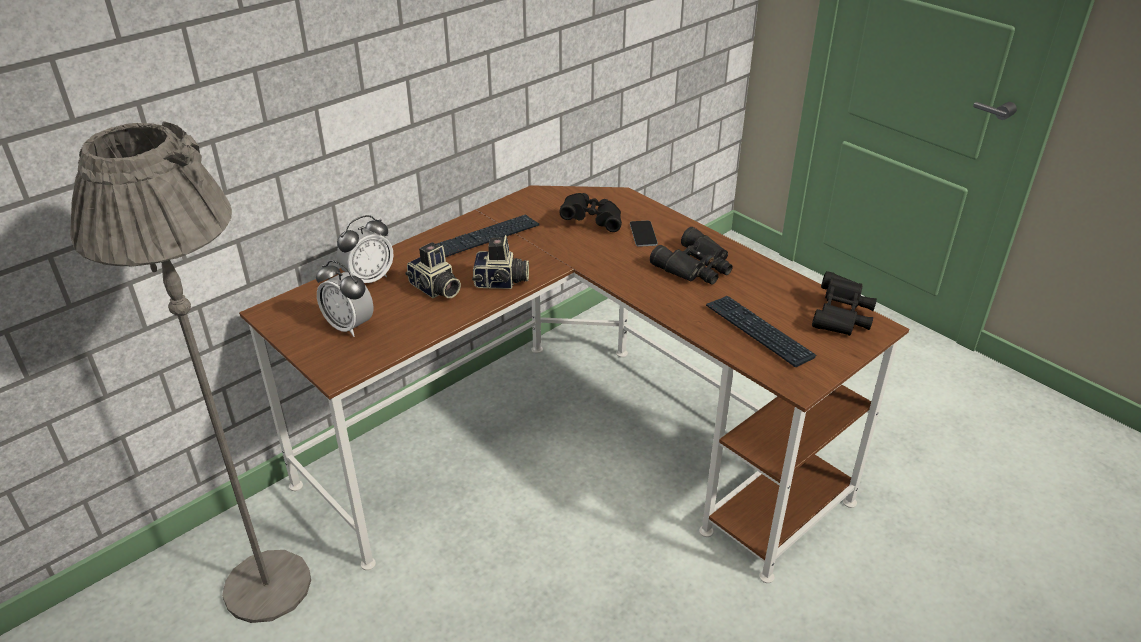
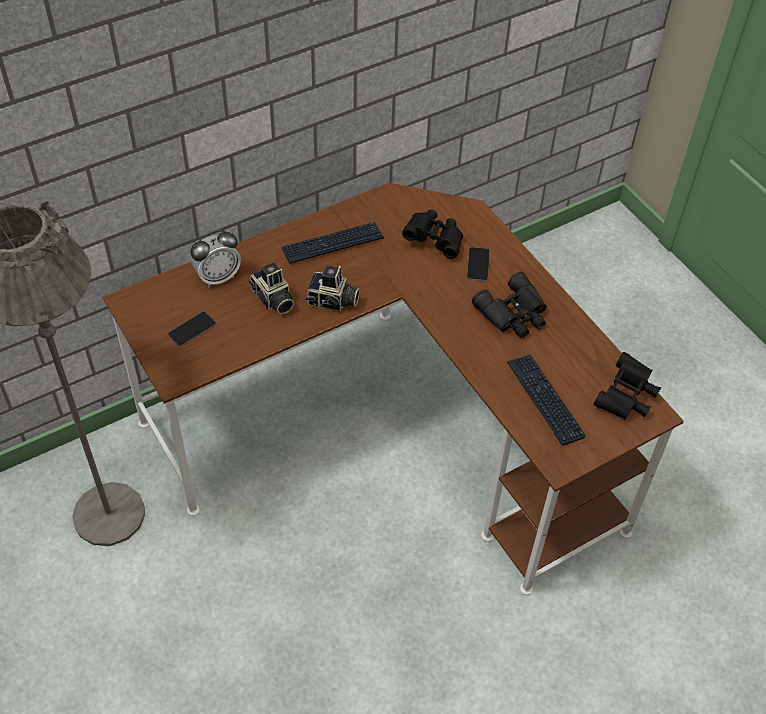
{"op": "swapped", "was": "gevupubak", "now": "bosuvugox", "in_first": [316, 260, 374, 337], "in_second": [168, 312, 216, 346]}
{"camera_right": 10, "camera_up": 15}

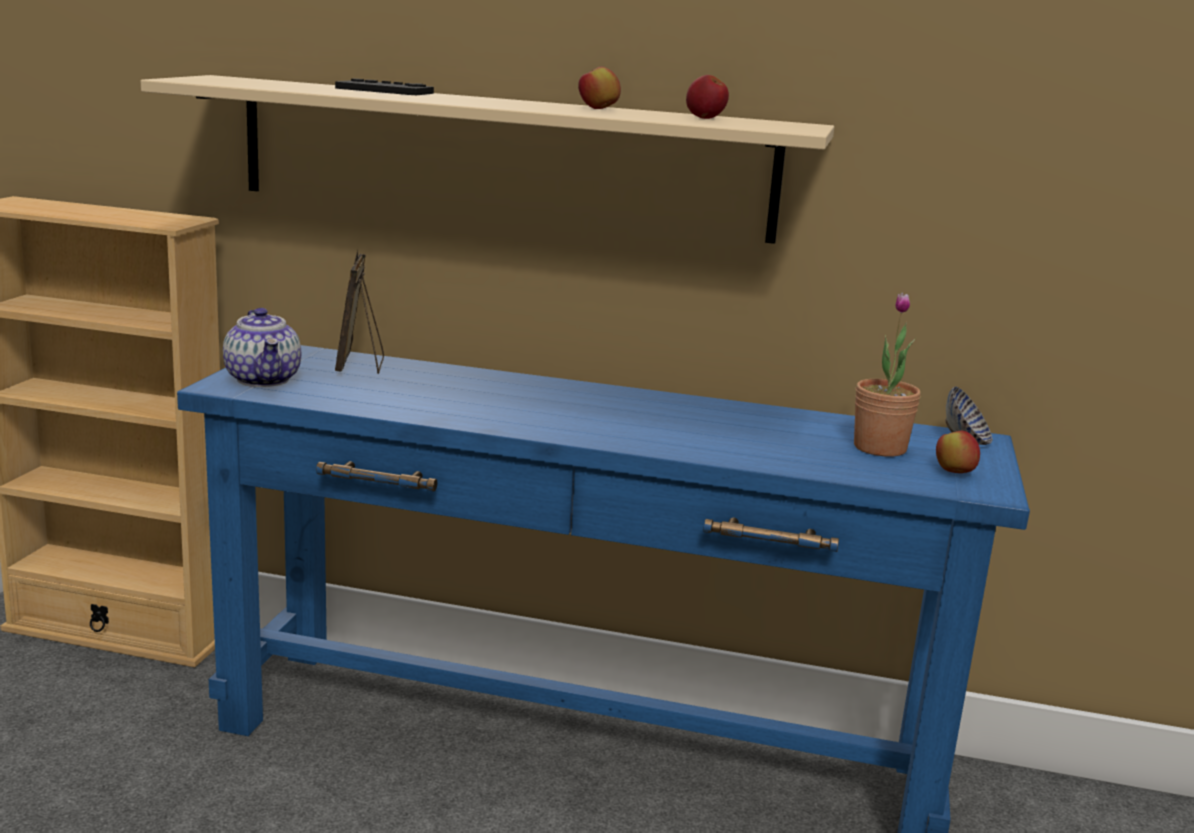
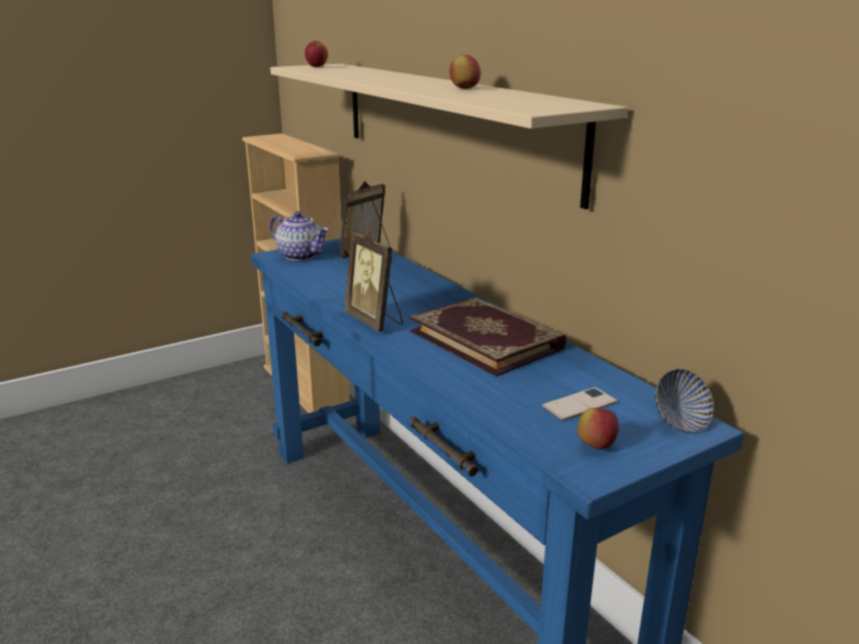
{"op": "rotated", "was": "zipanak", "in_first": [223, 308, 301, 387], "in_second": [270, 211, 329, 261], "clockwise": -75}
{"op": "shifted", "was": "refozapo", "in_first": [686, 75, 729, 119], "in_second": [305, 41, 328, 67]}
{"op": "new", "now": "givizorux", "in_second": [344, 229, 403, 332]}
{"op": "new", "now": "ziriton", "in_second": [409, 297, 566, 377]}
{"op": "swapped", "was": "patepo", "now": "bosuvugox", "in_first": [854, 293, 921, 457], "in_second": [542, 387, 618, 421]}
{"op": "gone", "was": "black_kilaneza", "in_first": [335, 79, 434, 95]}
{"camera_right": 45, "camera_up": 5}

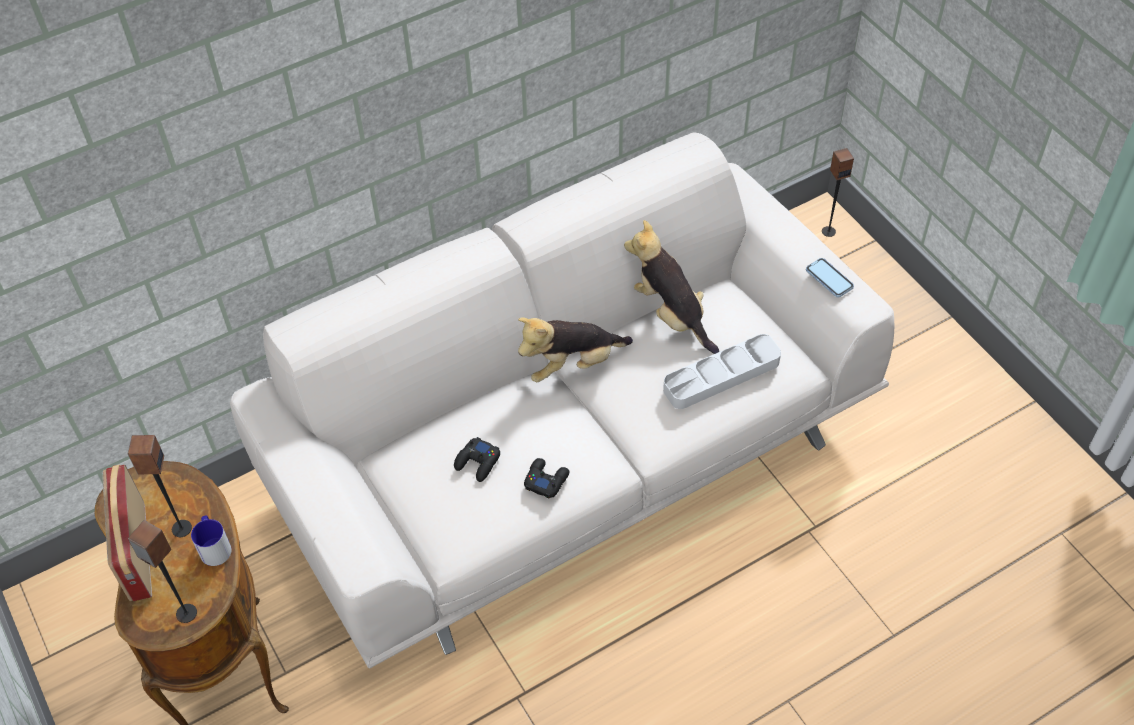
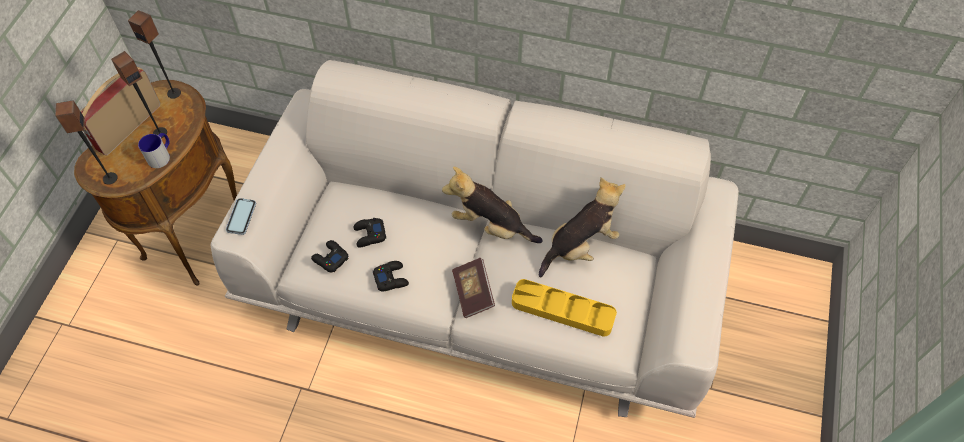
{"op": "shifted", "was": "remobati", "in_first": [822, 148, 854, 237], "in_second": [128, 10, 181, 99]}
{"op": "shifted", "was": "bosuvugox", "in_first": [806, 258, 854, 298], "in_second": [226, 198, 256, 235]}
{"op": "new", "now": "black_kilaneza", "in_second": [311, 240, 348, 272]}
{"op": "new", "now": "ziriton", "in_second": [452, 258, 495, 318]}
{"op": "repainted", "was": "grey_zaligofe", "now": "yellow_zaligofe", "in_first": [663, 334, 781, 409], "in_second": [512, 279, 617, 337]}
{"op": "rotated", "was": "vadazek", "in_first": [624, 220, 719, 354], "in_second": [539, 177, 626, 277], "clockwise": 45}
{"camera_right": 45, "camera_up": 5}

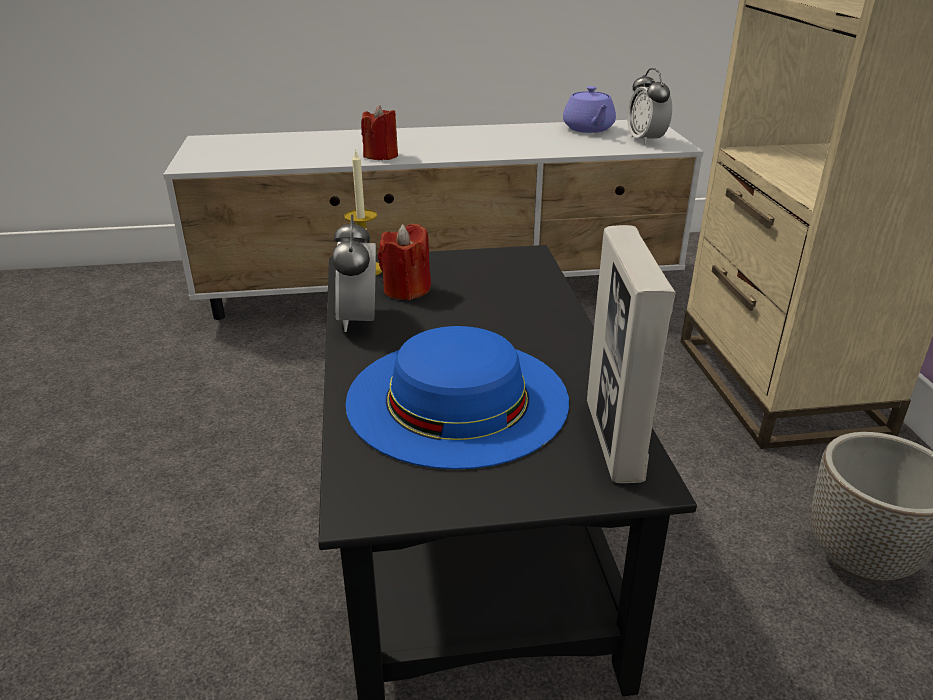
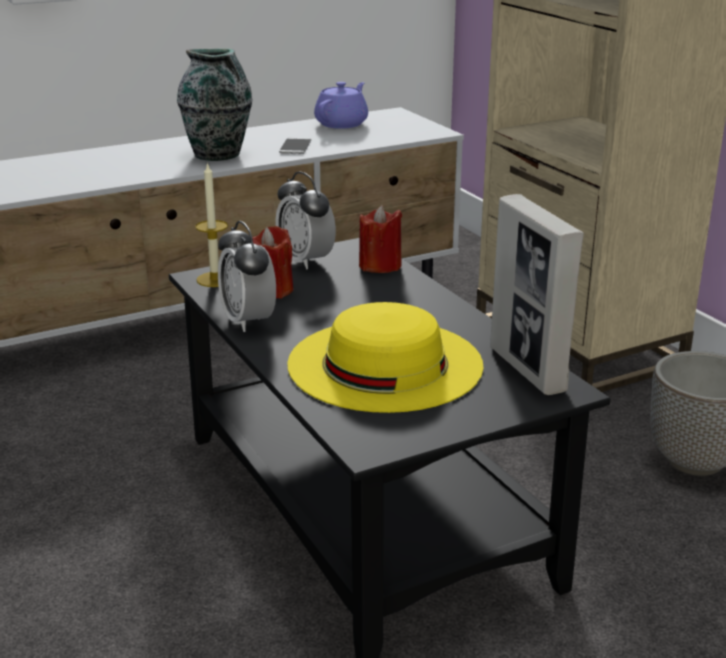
{"op": "new", "now": "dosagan", "in_second": [177, 49, 252, 161]}
{"op": "shifted", "was": "gevupubak", "in_first": [627, 68, 672, 145], "in_second": [275, 172, 336, 270]}
{"op": "new", "now": "bosuvugox", "in_second": [279, 138, 311, 154]}
{"op": "repainted", "was": "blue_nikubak", "now": "yellow_nikubak", "in_first": [346, 326, 569, 469], "in_second": [287, 302, 483, 413]}
{"op": "rotated", "was": "purple_zipanak", "in_first": [563, 86, 616, 133], "in_second": [314, 82, 368, 129], "clockwise": -120}
{"op": "shifted", "was": "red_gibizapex", "in_first": [361, 105, 398, 160], "in_second": [359, 205, 402, 273]}
{"camera_right": -20, "camera_up": -5}

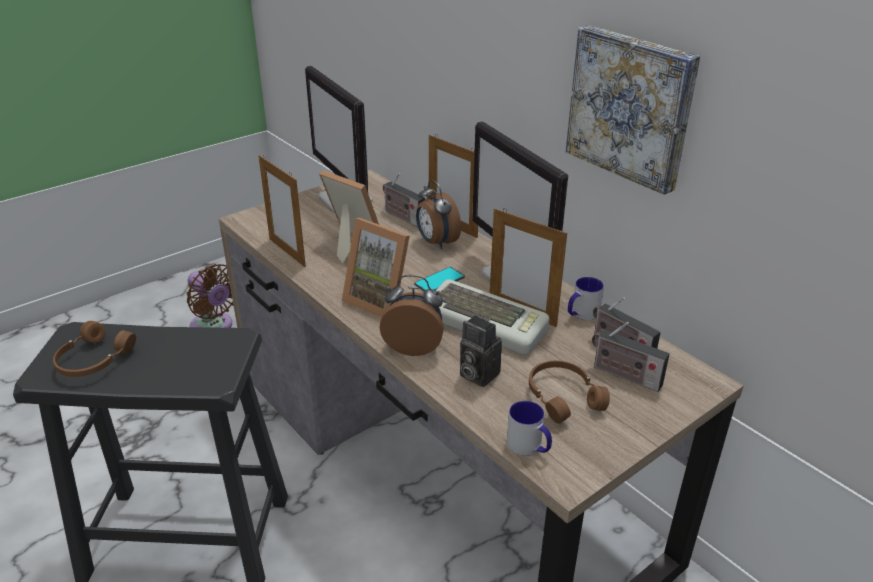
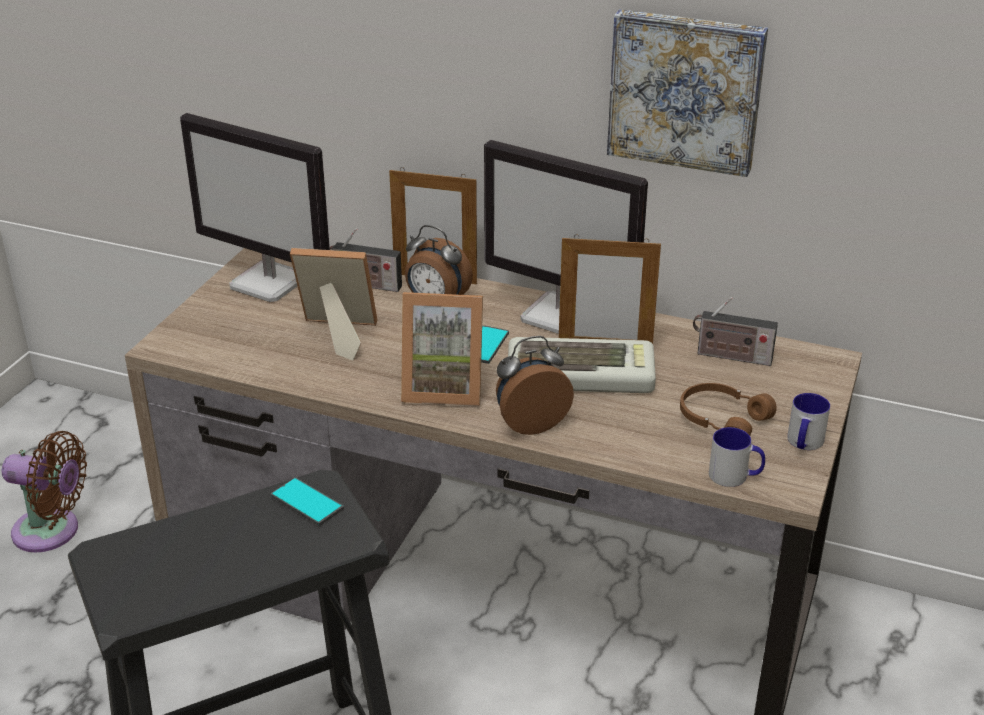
{"op": "new", "now": "bosuvugox", "in_second": [271, 478, 344, 526]}
{"op": "shifted", "was": "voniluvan", "in_first": [568, 277, 604, 320], "in_second": [787, 393, 830, 450]}
{"op": "gone", "was": "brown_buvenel", "in_first": [53, 321, 136, 377]}
{"op": "gone", "was": "givizorux", "in_first": [258, 155, 306, 267]}
{"op": "gone", "was": "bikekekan", "in_first": [460, 315, 502, 387]}
{"op": "gone", "was": "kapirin", "in_first": [592, 322, 669, 392]}
{"camera_right": -30, "camera_up": 0}

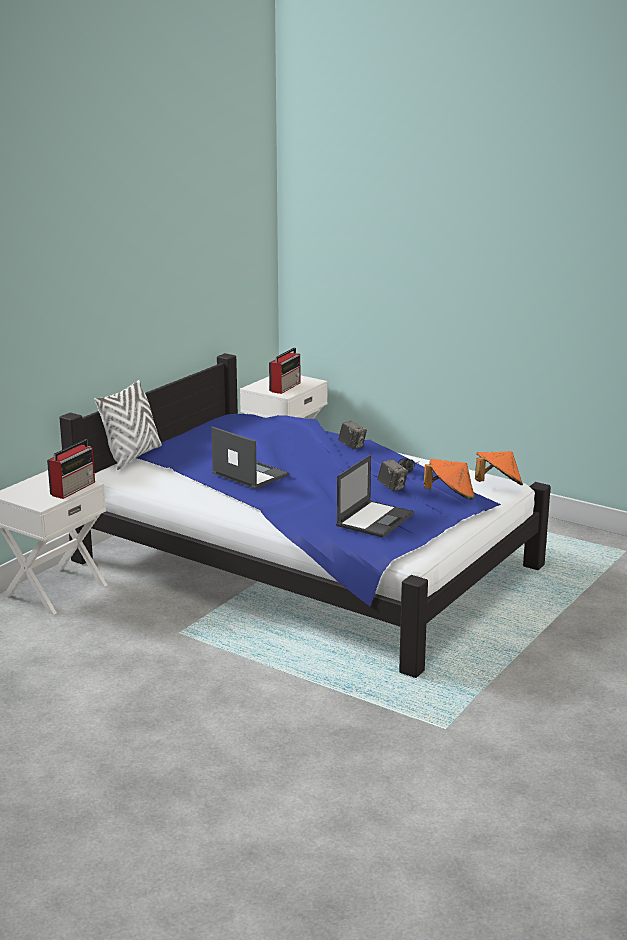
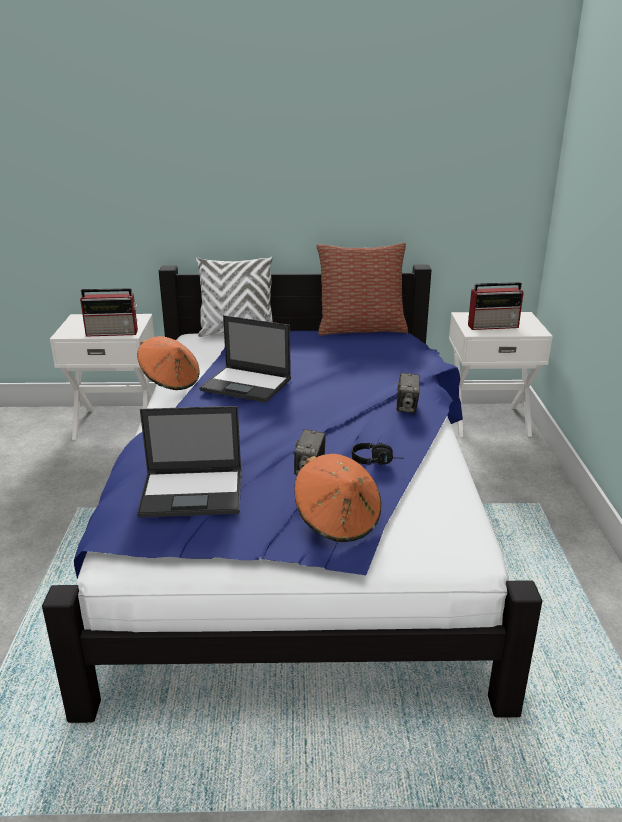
{"op": "shifted", "was": "orange_nikubak", "in_first": [475, 451, 523, 485], "in_second": [137, 336, 200, 390]}
{"op": "rotated", "was": "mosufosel", "in_first": [211, 426, 289, 489], "in_second": [199, 315, 291, 403], "clockwise": 105}
{"op": "new", "now": "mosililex", "in_second": [316, 243, 408, 336]}
{"camera_right": 55, "camera_up": 5}

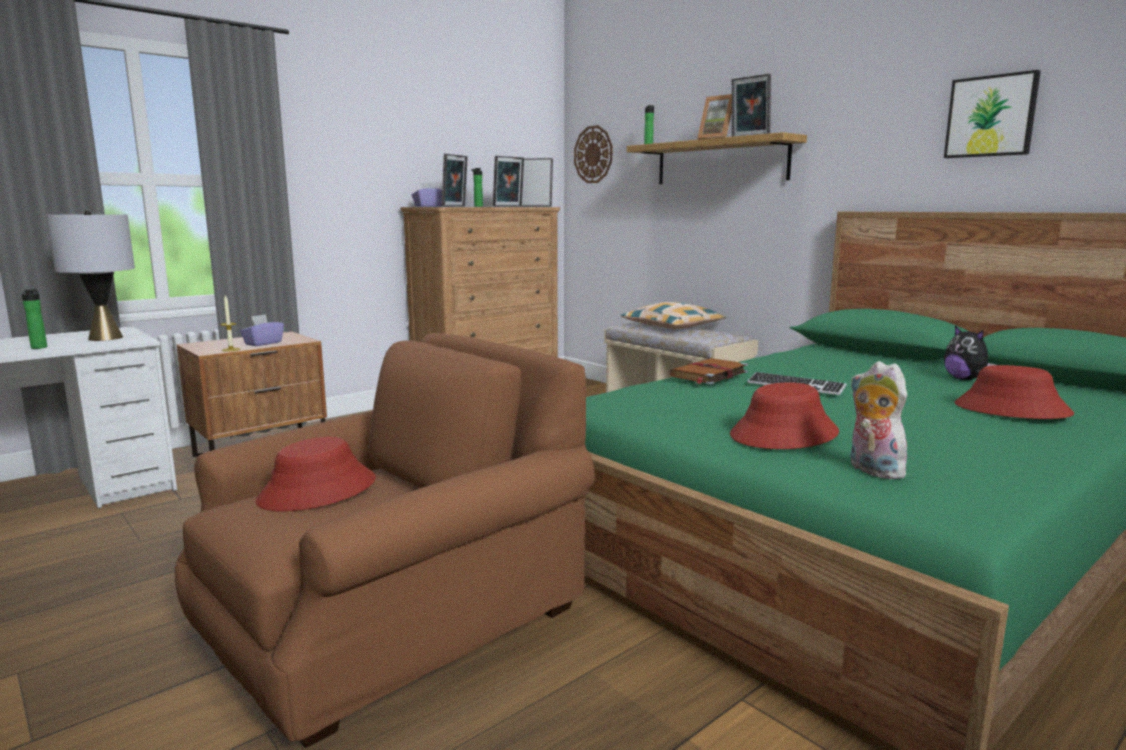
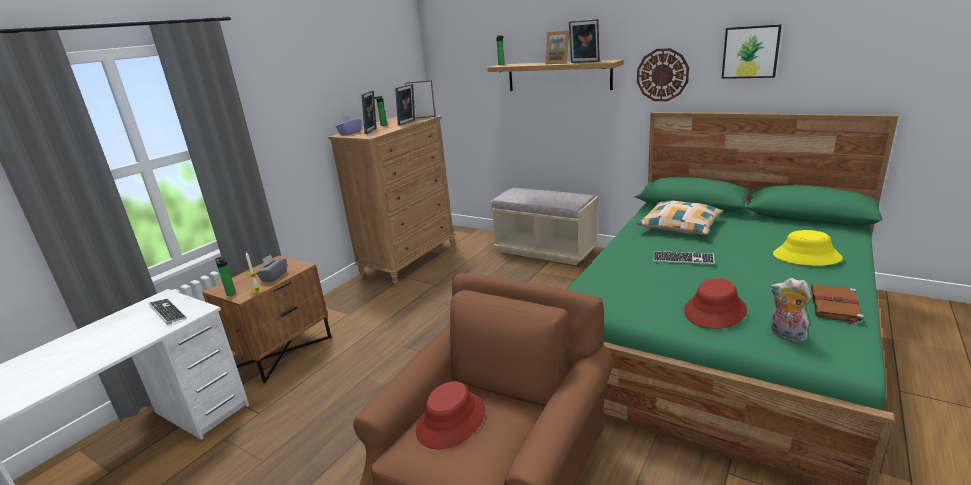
{"op": "swapped", "was": "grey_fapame", "now": "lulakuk", "in_first": [46, 210, 135, 341], "in_second": [148, 299, 187, 324]}
{"op": "shifted", "was": "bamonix", "in_first": [22, 289, 47, 349], "in_second": [215, 257, 236, 296]}
{"op": "repainted", "was": "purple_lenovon", "now": "grey_lenovon", "in_first": [240, 314, 284, 346], "in_second": [256, 254, 287, 282]}
{"op": "shifted", "was": "mosililex", "in_first": [621, 302, 726, 329], "in_second": [636, 201, 723, 235]}
{"op": "shifted", "was": "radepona", "in_first": [574, 125, 613, 183], "in_second": [637, 48, 689, 101]}
{"op": "repainted", "was": "red_nikubak", "now": "yellow_nikubak", "in_first": [955, 365, 1074, 419], "in_second": [773, 230, 843, 266]}
{"op": "shifted", "was": "brown_ziriton", "in_first": [669, 358, 748, 384], "in_second": [811, 284, 864, 325]}
{"op": "gone", "was": "vadazek", "in_first": [944, 326, 997, 380]}
{"camera_right": -15, "camera_up": 10}

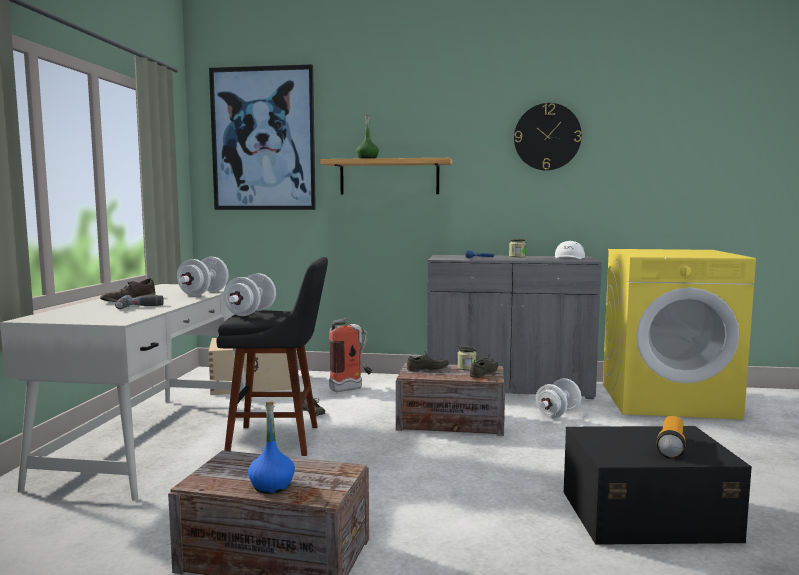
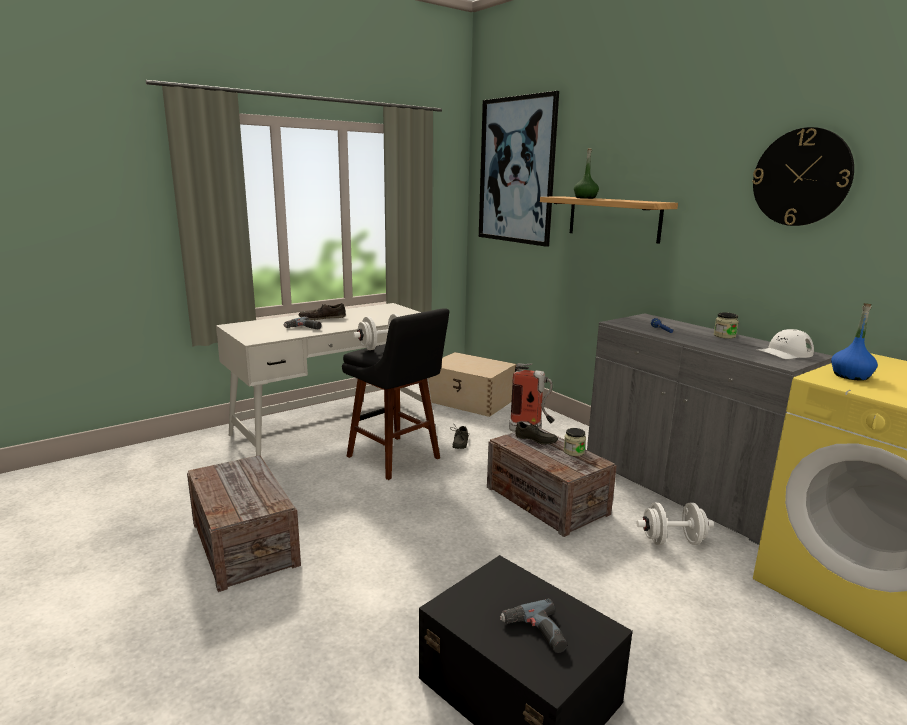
{"op": "swapped", "was": "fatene", "now": "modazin", "in_first": [657, 416, 686, 459], "in_second": [500, 599, 567, 653]}
{"op": "shifted", "was": "blue_bamonix", "in_first": [248, 401, 295, 494], "in_second": [831, 303, 878, 381]}
{"op": "gone", "was": "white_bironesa", "in_first": [177, 257, 229, 296]}
{"op": "gone", "was": "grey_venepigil", "in_first": [470, 358, 498, 378]}
{"camera_right": 45, "camera_up": 10}

